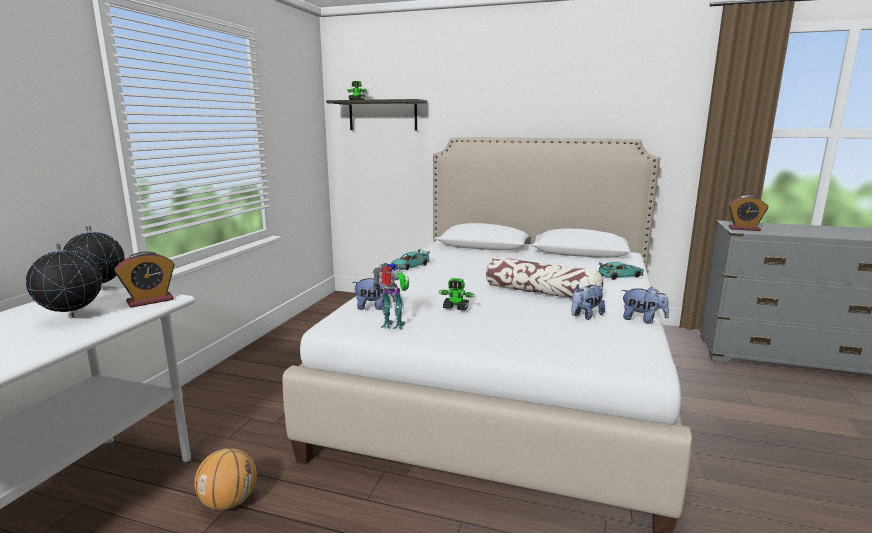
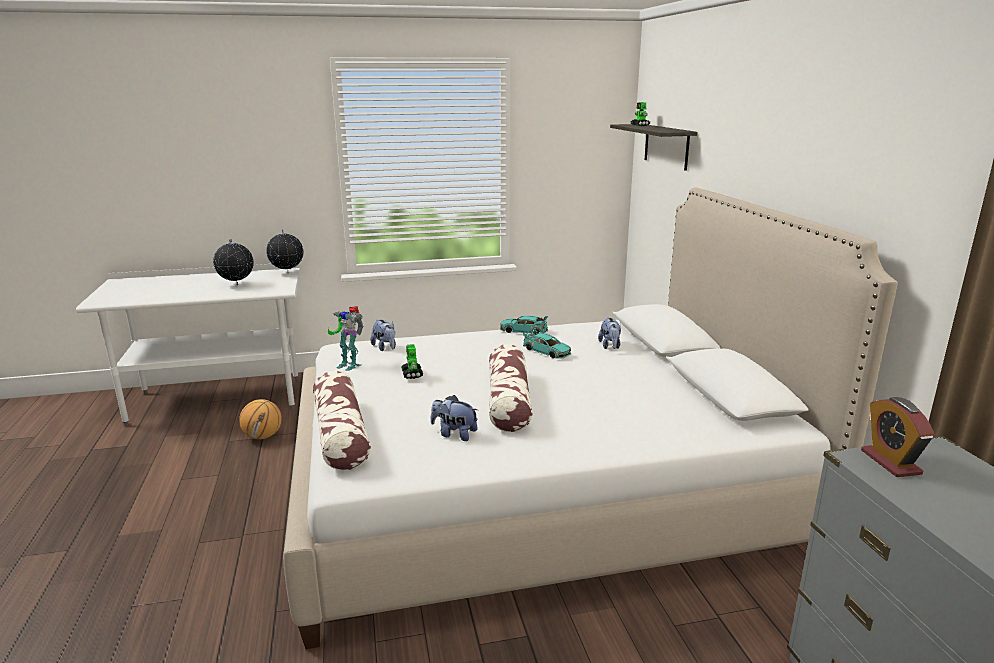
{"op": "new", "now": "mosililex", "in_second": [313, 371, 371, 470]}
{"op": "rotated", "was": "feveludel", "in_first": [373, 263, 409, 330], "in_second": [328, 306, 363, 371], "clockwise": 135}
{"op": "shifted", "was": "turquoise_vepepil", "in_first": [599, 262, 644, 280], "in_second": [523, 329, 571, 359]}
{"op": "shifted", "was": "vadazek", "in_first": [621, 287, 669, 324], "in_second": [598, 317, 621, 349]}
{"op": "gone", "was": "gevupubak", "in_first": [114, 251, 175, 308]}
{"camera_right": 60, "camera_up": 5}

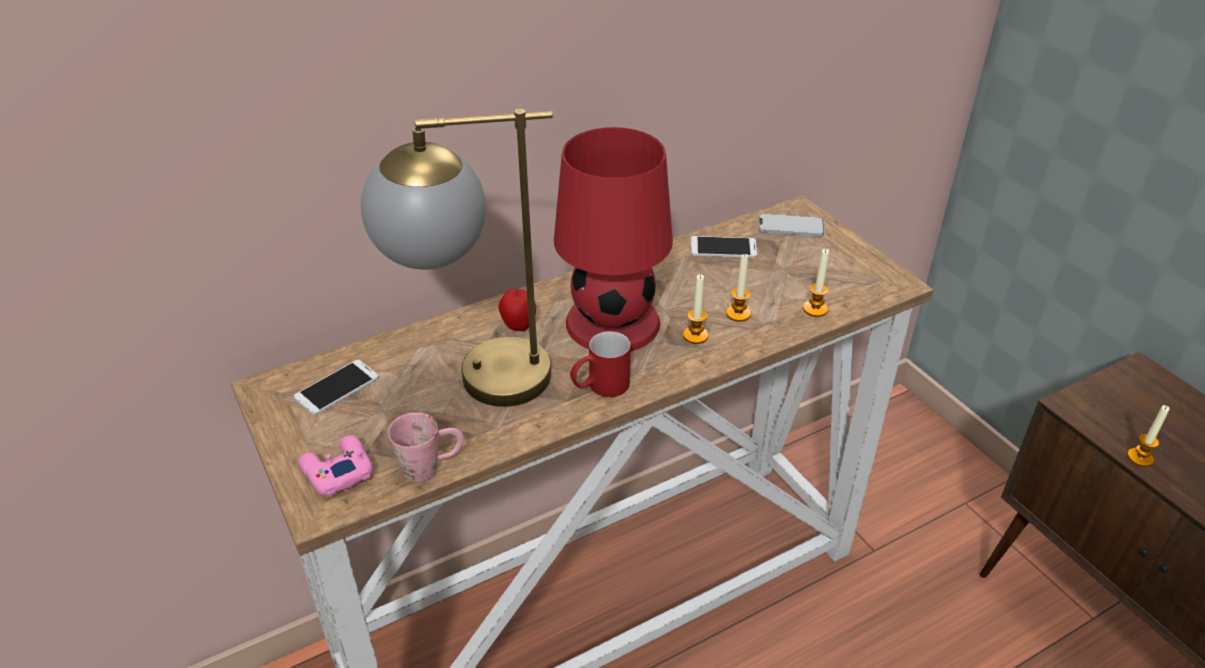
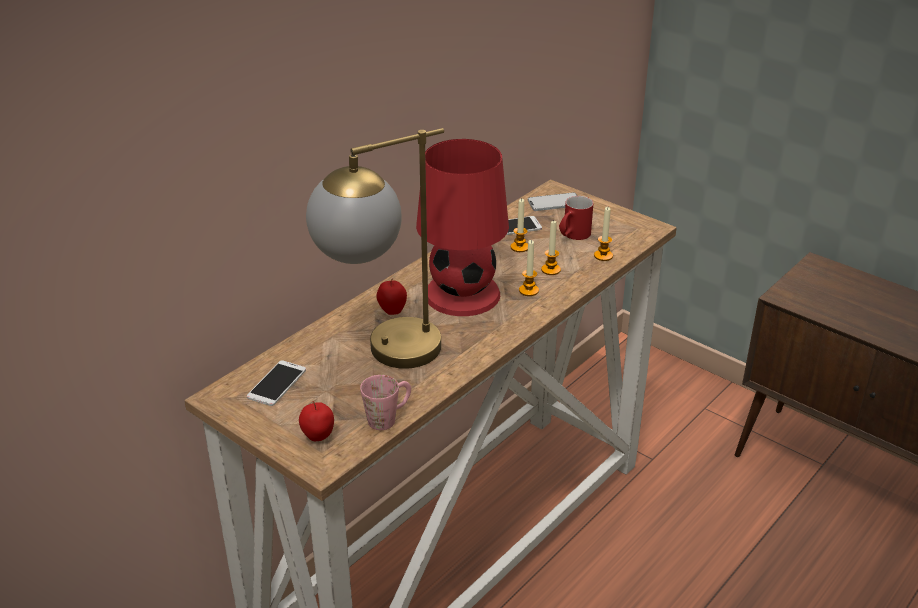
{"op": "swapped", "was": "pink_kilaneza", "now": "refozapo", "in_first": [298, 435, 373, 496], "in_second": [299, 401, 334, 441]}
{"op": "shifted", "was": "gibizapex", "in_first": [1127, 405, 1169, 467], "in_second": [510, 199, 528, 252]}
{"op": "shifted", "was": "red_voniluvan", "in_first": [570, 331, 631, 397], "in_second": [559, 196, 594, 240]}
{"camera_right": -20, "camera_up": -5}

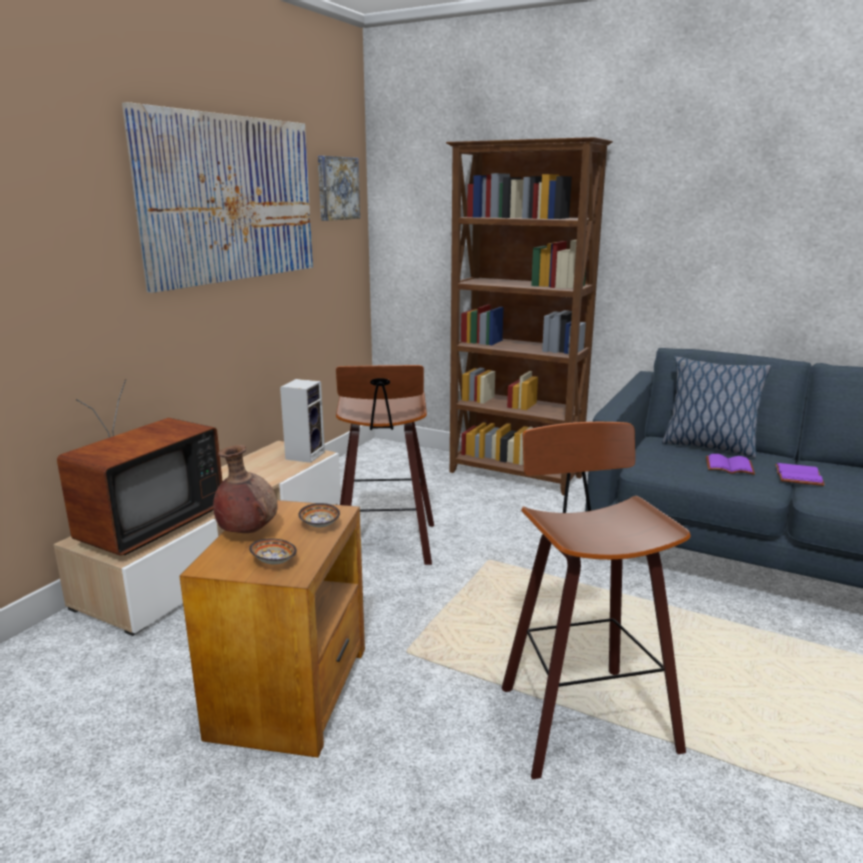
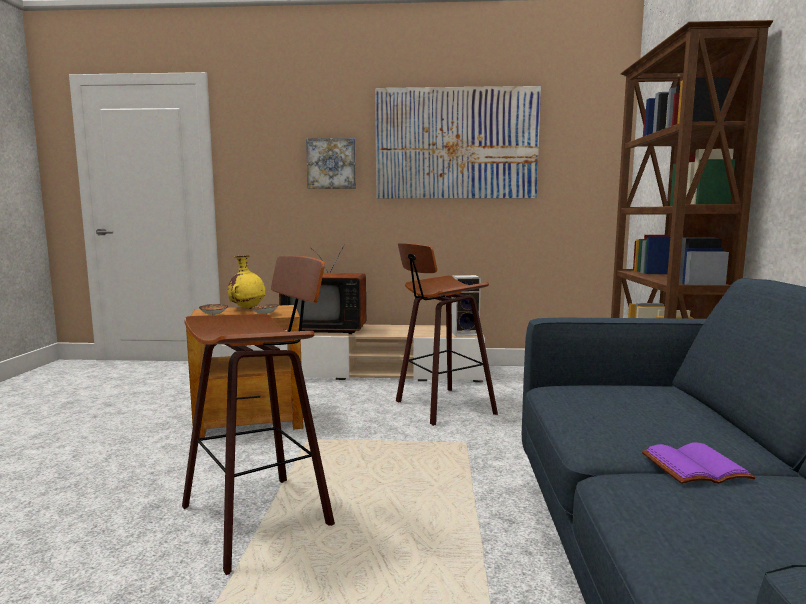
{"op": "repainted", "was": "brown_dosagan", "now": "yellow_dosagan", "in_first": [213, 445, 278, 533], "in_second": [228, 255, 266, 309]}
{"op": "shifted", "was": "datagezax", "in_first": [318, 156, 360, 221], "in_second": [306, 138, 356, 189]}
{"op": "gone", "was": "mosililex", "in_first": [662, 356, 771, 458]}
{"op": "gone", "was": "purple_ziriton", "in_first": [706, 454, 755, 475]}
{"camera_right": 65, "camera_up": -10}

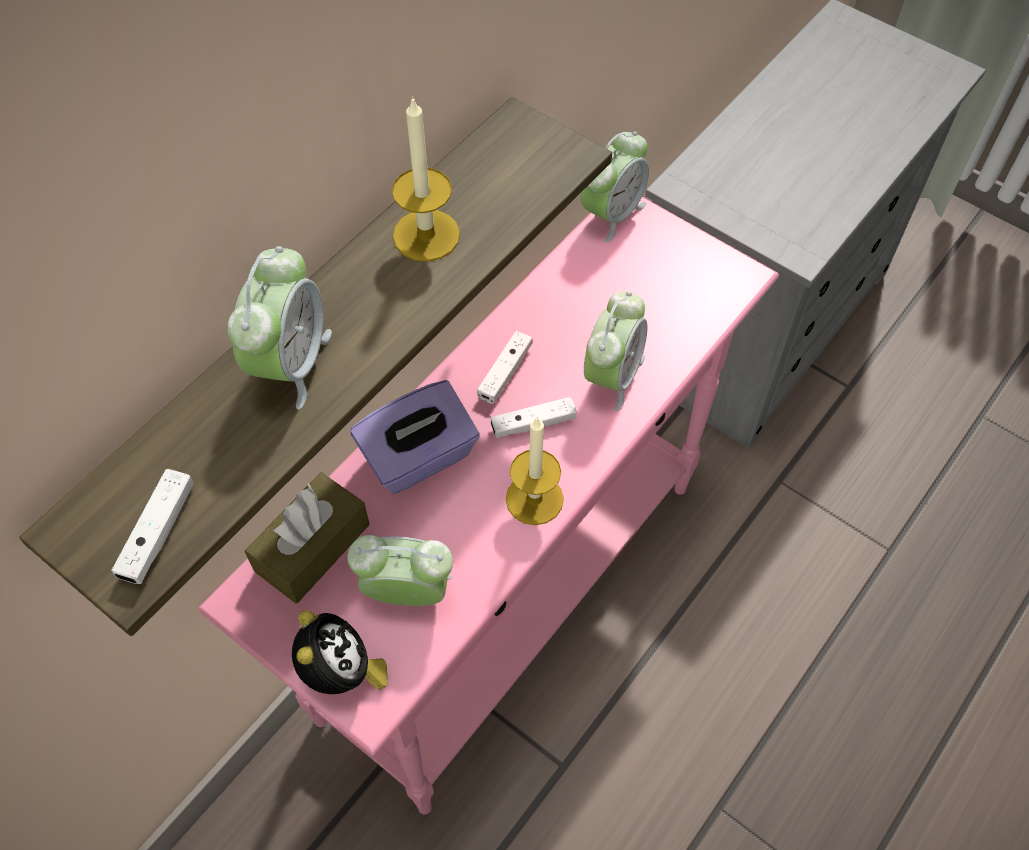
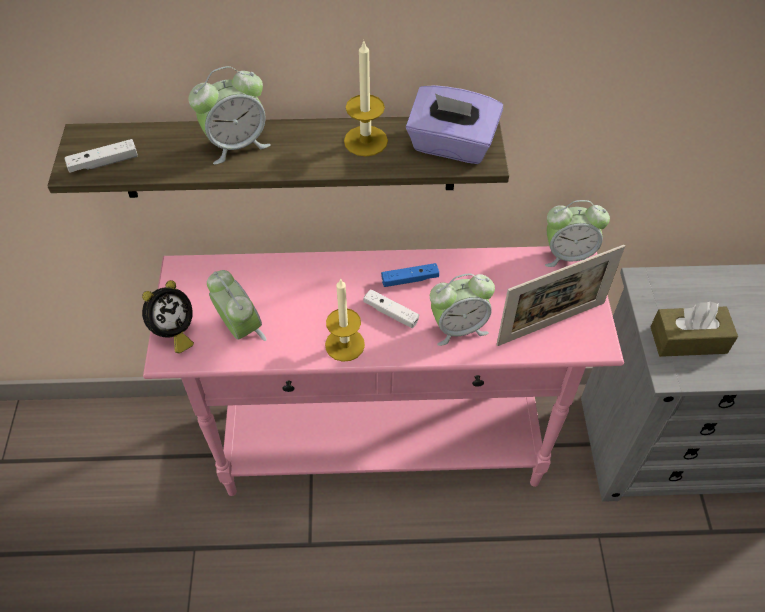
{"op": "repainted", "was": "white_kilaneza", "now": "blue_kilaneza", "in_first": [477, 331, 533, 404], "in_second": [381, 263, 439, 287]}
{"op": "shifted", "was": "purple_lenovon", "in_first": [351, 380, 480, 494], "in_second": [406, 85, 503, 164]}
{"op": "new", "now": "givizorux", "in_second": [496, 245, 625, 346]}
{"op": "shifted", "was": "brown_lenovon", "in_first": [245, 472, 370, 604], "in_second": [650, 302, 738, 357]}
{"camera_right": 50, "camera_up": -5}

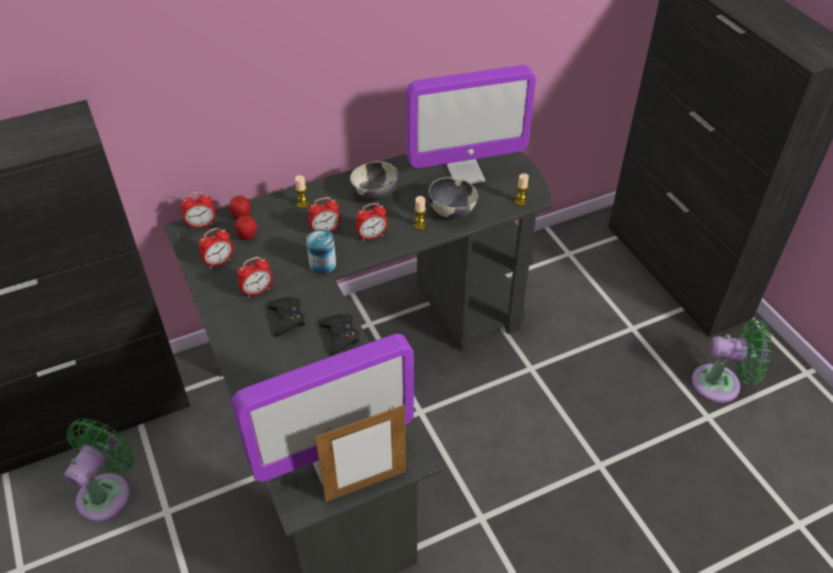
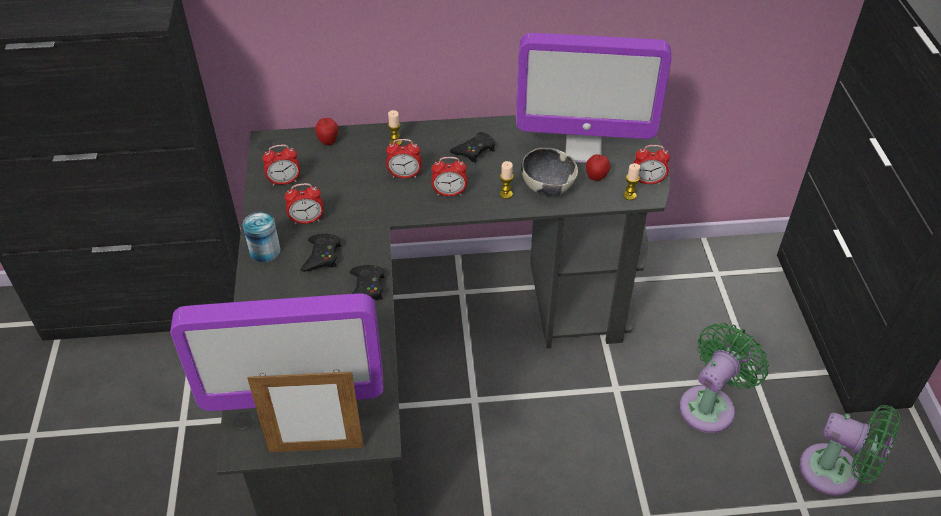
{"op": "shifted", "was": "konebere", "in_first": [306, 230, 336, 274], "in_second": [243, 212, 281, 262]}
{"op": "swapped", "was": "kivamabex", "now": "black_kilaneza", "in_first": [350, 161, 399, 201], "in_second": [450, 132, 495, 163]}
{"op": "shifted", "was": "refozapo", "in_first": [235, 216, 257, 240], "in_second": [586, 154, 610, 181]}
{"op": "shifted", "was": "gevupubak", "in_first": [181, 192, 216, 229], "in_second": [634, 145, 670, 184]}
{"op": "shifted", "was": "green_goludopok", "in_first": [64, 418, 135, 522], "in_second": [679, 323, 769, 433]}
{"camera_right": 20, "camera_up": 0}

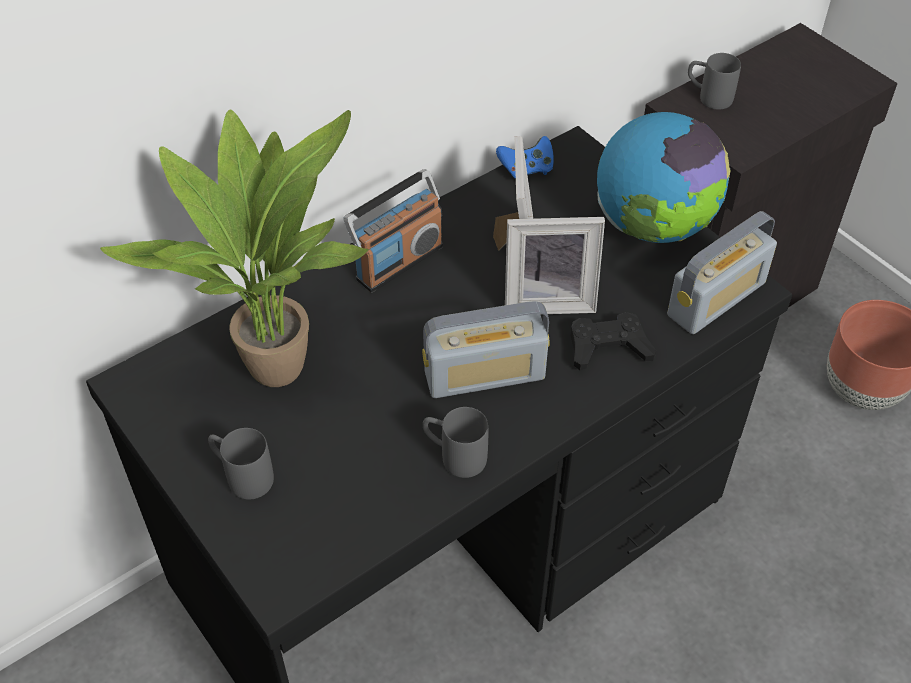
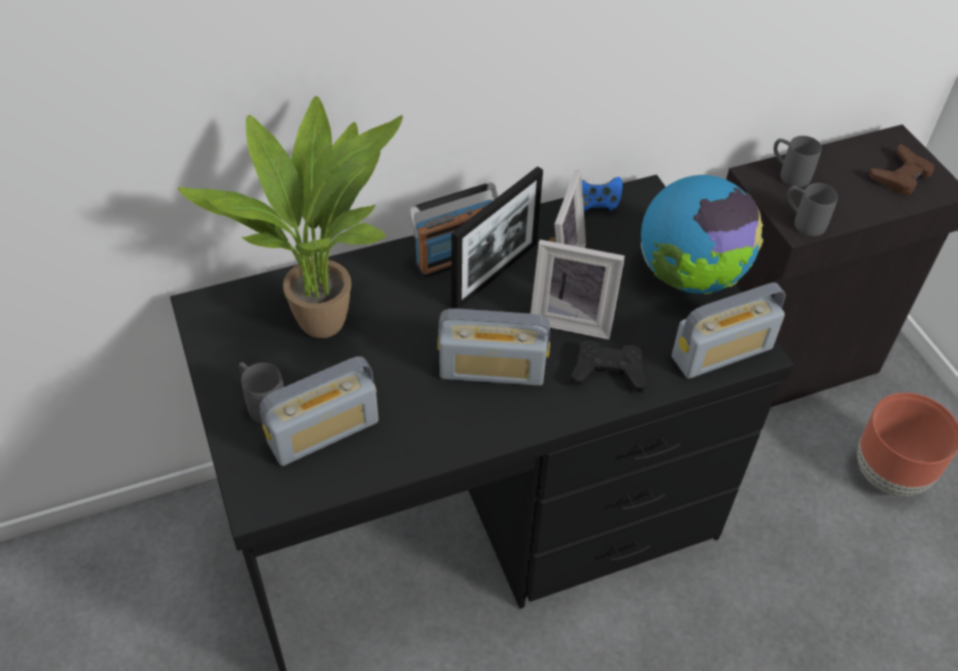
{"op": "new", "now": "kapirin", "in_second": [260, 356, 379, 466]}
{"op": "new", "now": "givizorux", "in_second": [451, 166, 543, 309]}
{"op": "shifted", "was": "grey_voniluvan", "in_first": [423, 407, 488, 478], "in_second": [787, 183, 838, 236]}
{"op": "new", "now": "brown_kilaneza", "in_second": [869, 144, 934, 195]}
{"camera_right": 15, "camera_up": 0}

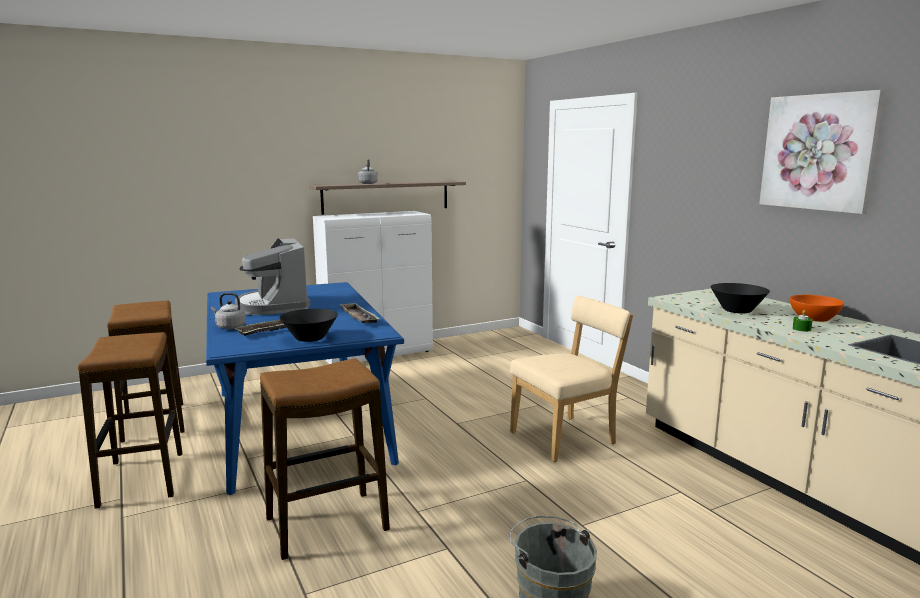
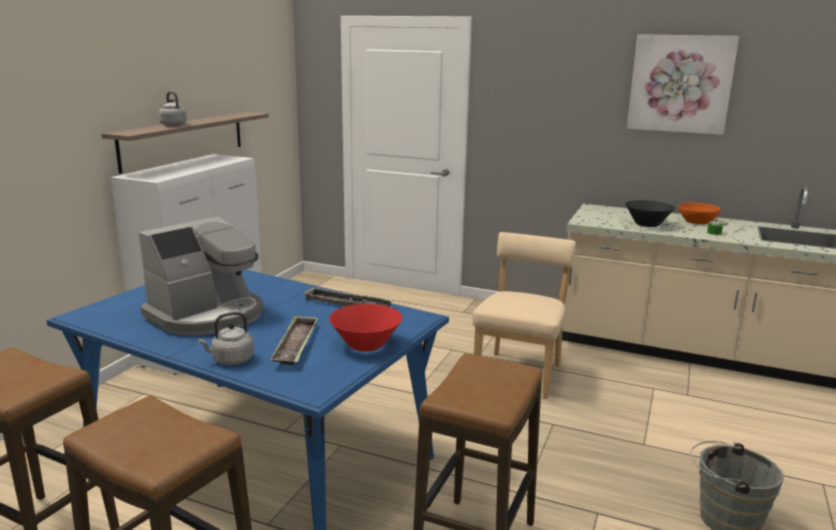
{"op": "rotated", "was": "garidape", "in_first": [235, 238, 310, 315], "in_second": [139, 216, 263, 336], "clockwise": -75}
{"op": "repainted", "was": "black_kivamabex", "now": "red_kivamabex", "in_first": [279, 309, 338, 342], "in_second": [329, 304, 402, 351]}
{"camera_right": -40, "camera_up": 5}

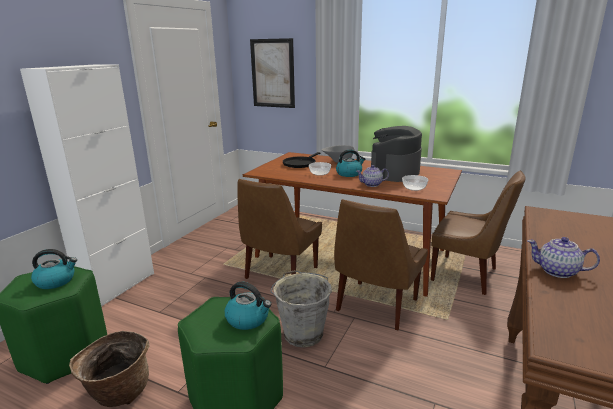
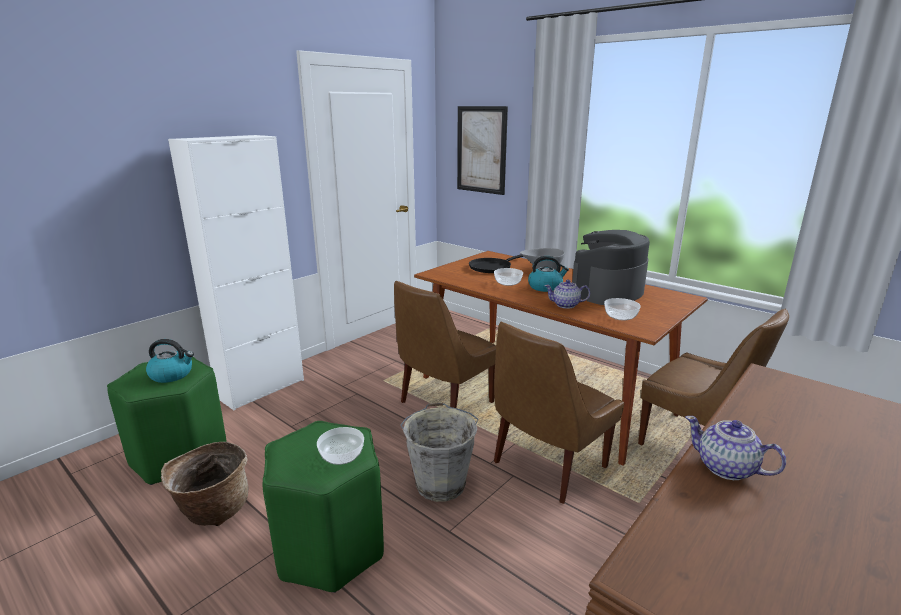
{"op": "swapped", "was": "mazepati", "now": "kivamabex", "in_first": [225, 282, 271, 330], "in_second": [317, 427, 364, 465]}
{"camera_right": 15, "camera_up": 0}

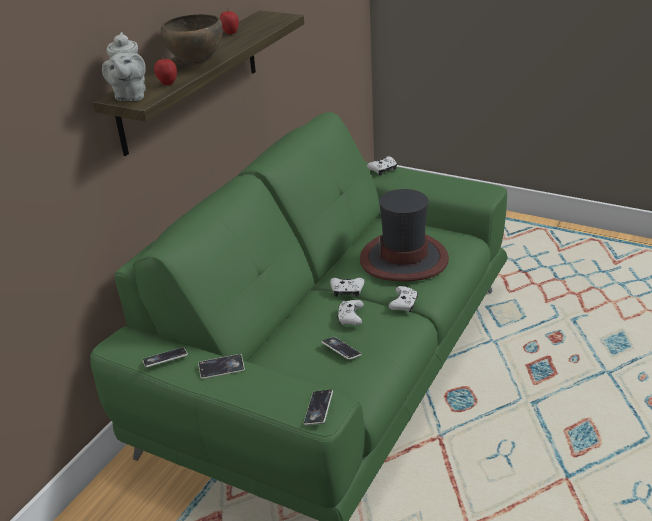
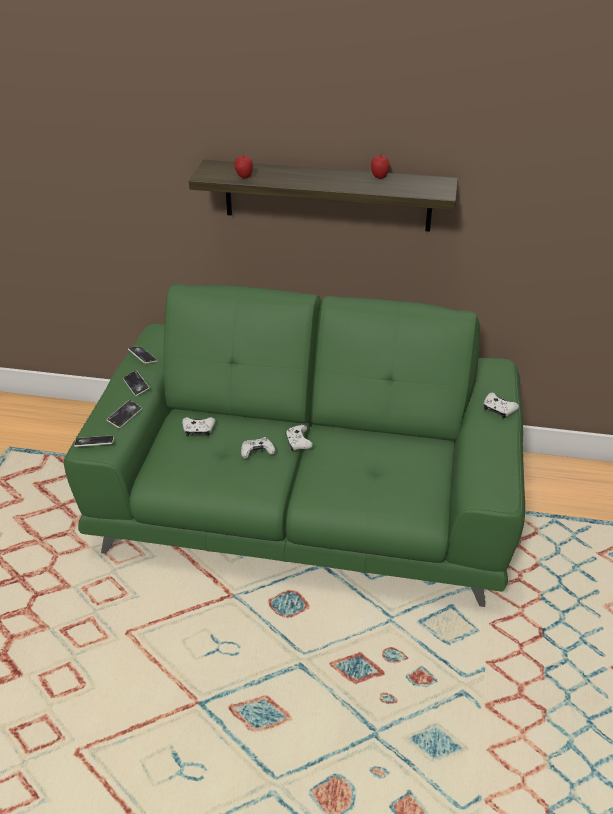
{"op": "shifted", "was": "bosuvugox", "in_first": [322, 337, 361, 360], "in_second": [107, 400, 142, 428]}
{"op": "shifted", "was": "white_kilaneza", "in_first": [388, 286, 418, 312], "in_second": [182, 417, 215, 437]}
{"op": "gone", "was": "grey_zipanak", "in_first": [102, 32, 146, 101]}
{"op": "gone", "was": "brown_kivamabex", "in_first": [161, 14, 223, 65]}
{"op": "gone", "was": "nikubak", "in_first": [360, 189, 449, 281]}
{"camera_right": 70, "camera_up": 5}

